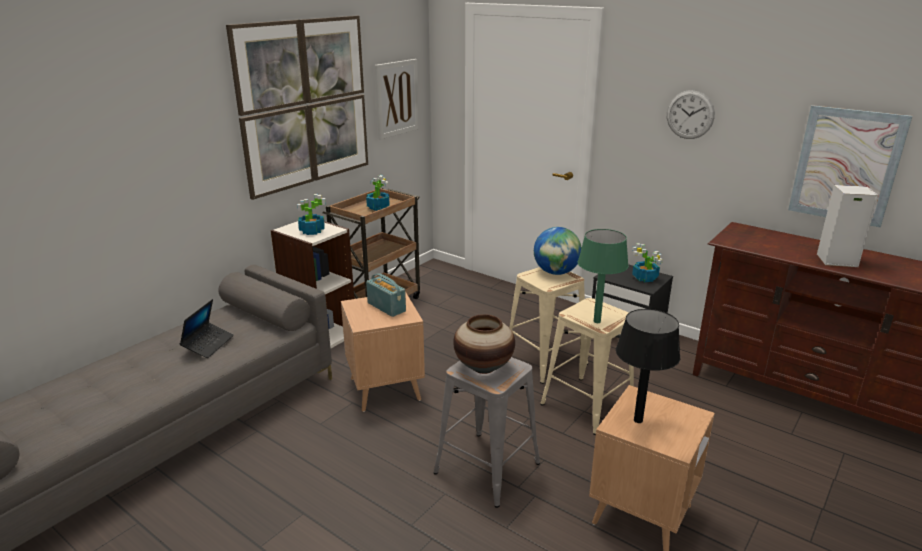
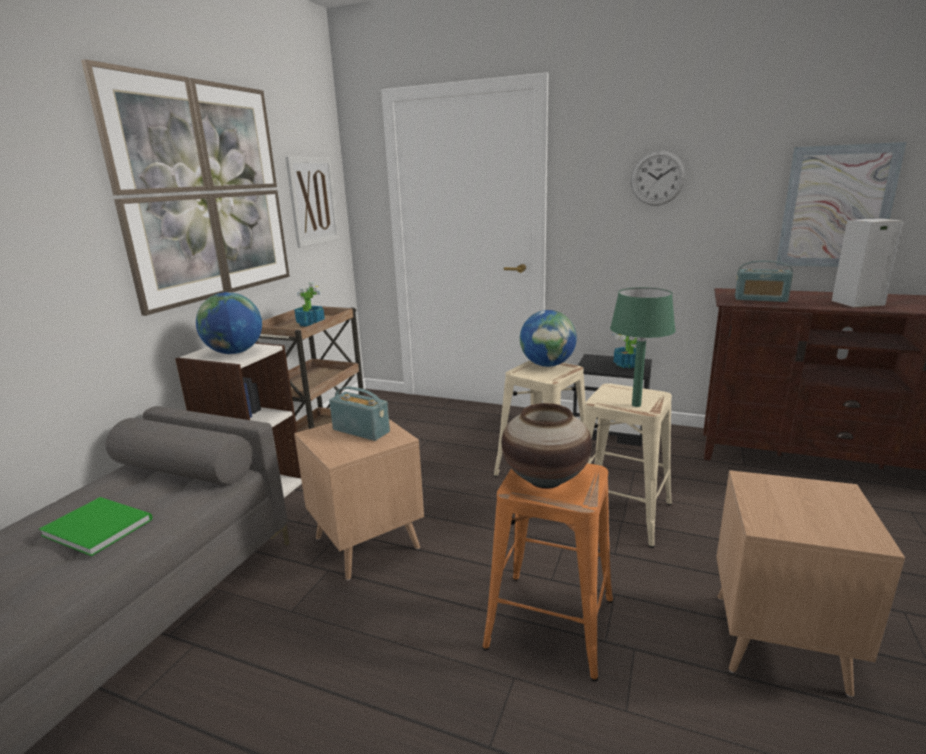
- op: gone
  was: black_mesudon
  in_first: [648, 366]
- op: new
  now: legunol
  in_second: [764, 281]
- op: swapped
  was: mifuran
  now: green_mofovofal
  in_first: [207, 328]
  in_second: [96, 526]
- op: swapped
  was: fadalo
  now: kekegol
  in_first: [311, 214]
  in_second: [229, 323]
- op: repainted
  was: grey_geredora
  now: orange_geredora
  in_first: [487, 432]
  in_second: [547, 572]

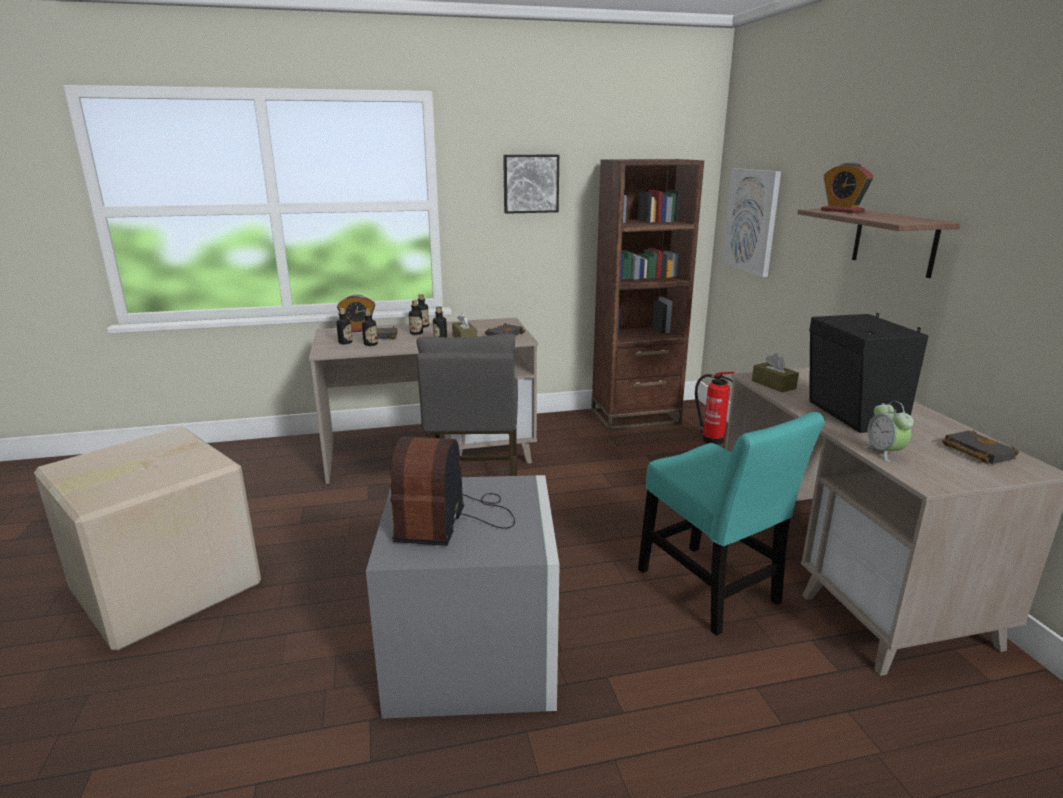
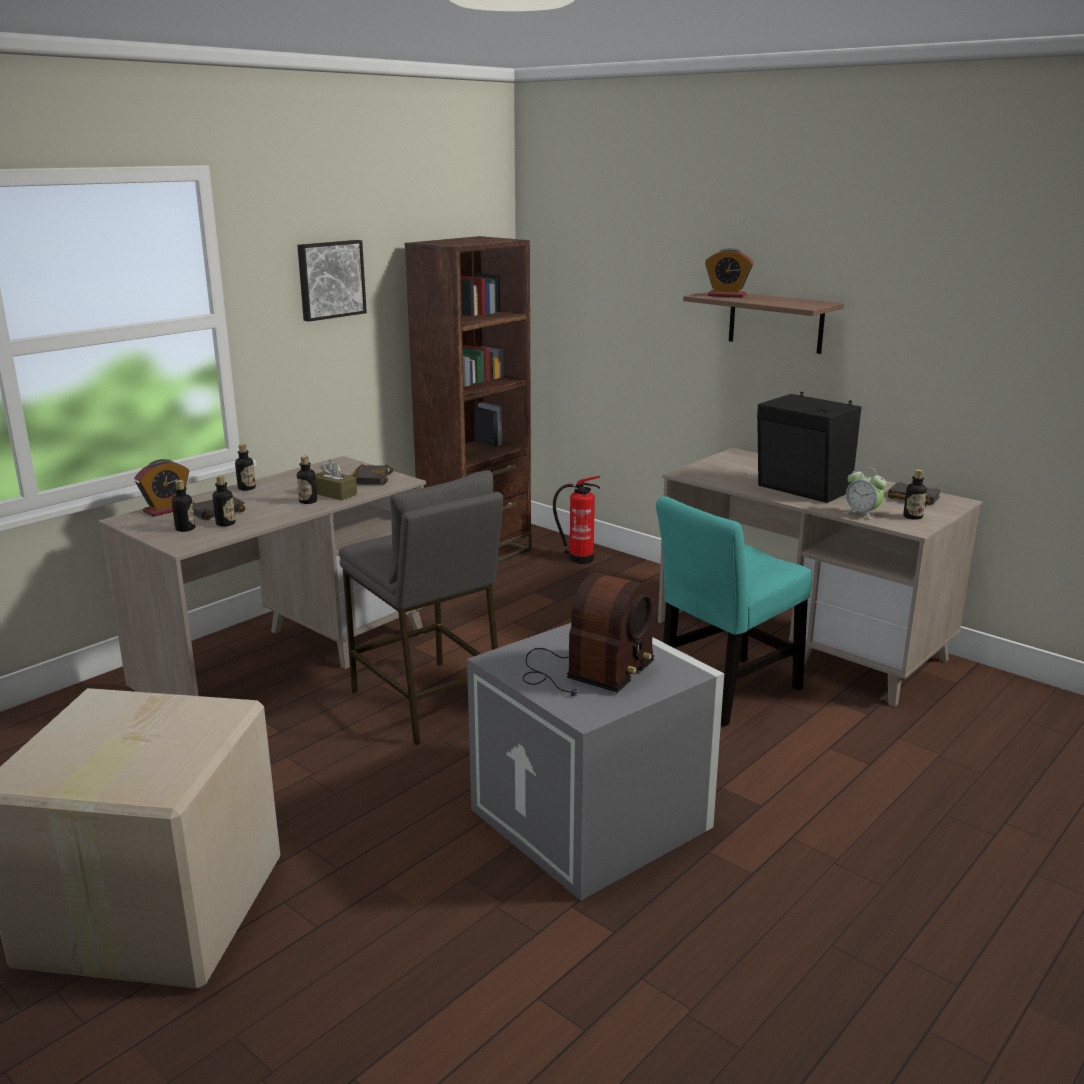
- op: gone
  was: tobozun
  in_first: [751, 222]
- op: gone
  was: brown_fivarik
  in_first: [775, 372]
- op: shifted
  was: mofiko
  in_first: [416, 317]
  in_second: [915, 494]
- op: rotated
  was: legunol
  in_first: [452, 491]
  in_second: [588, 635]
  clockwise: -120
- op: rotated
  was: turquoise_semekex
  in_first: [731, 524]
  in_second: [734, 611]
  clockwise: 120

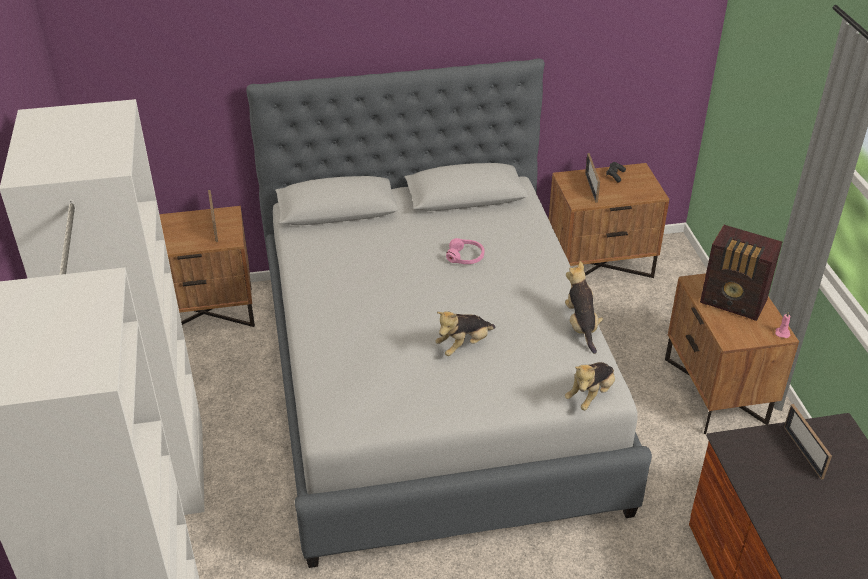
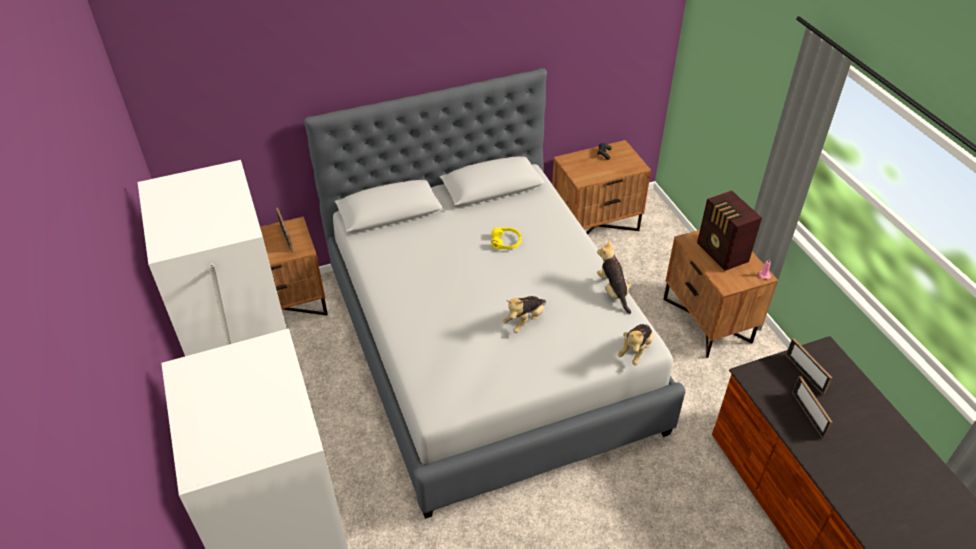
- op: shifted
  was: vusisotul
  in_first: [592, 178]
  in_second: [812, 407]
- op: repainted
  was: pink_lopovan
  now: yellow_lopovan
  in_first: [465, 251]
  in_second: [506, 238]
- op: rotated
  was: legunol
  in_first: [741, 273]
  in_second: [729, 230]
  clockwise: 45

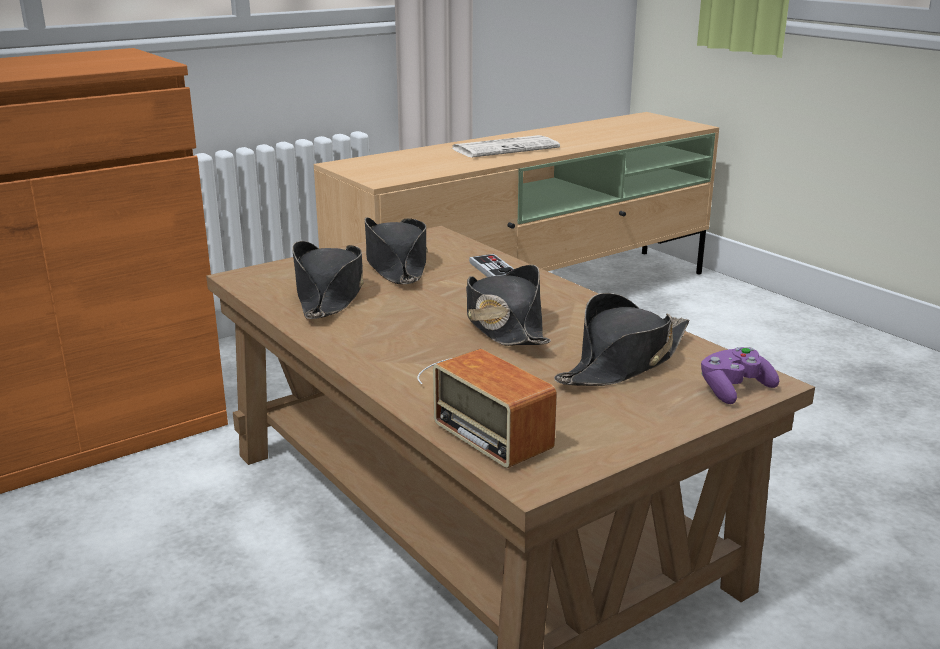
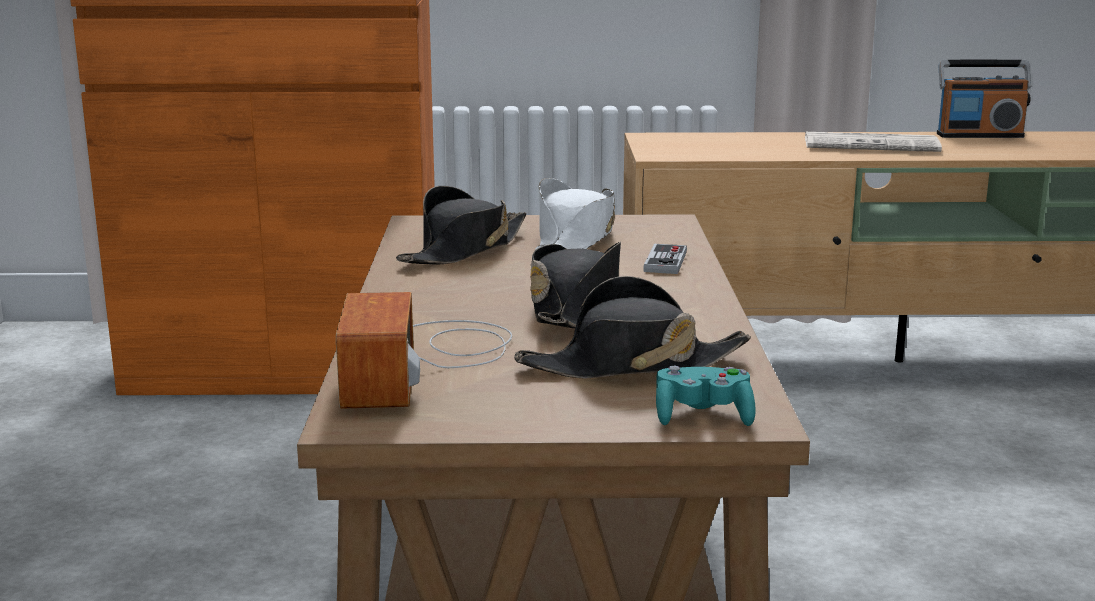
- op: new
  now: legunol
  in_second: [984, 99]
- op: repainted
  was: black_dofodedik
  now: white_dofodedik
  in_first: [396, 250]
  in_second: [575, 214]
- op: repainted
  was: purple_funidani
  now: turquoise_funidani
  in_first: [740, 375]
  in_second: [706, 396]

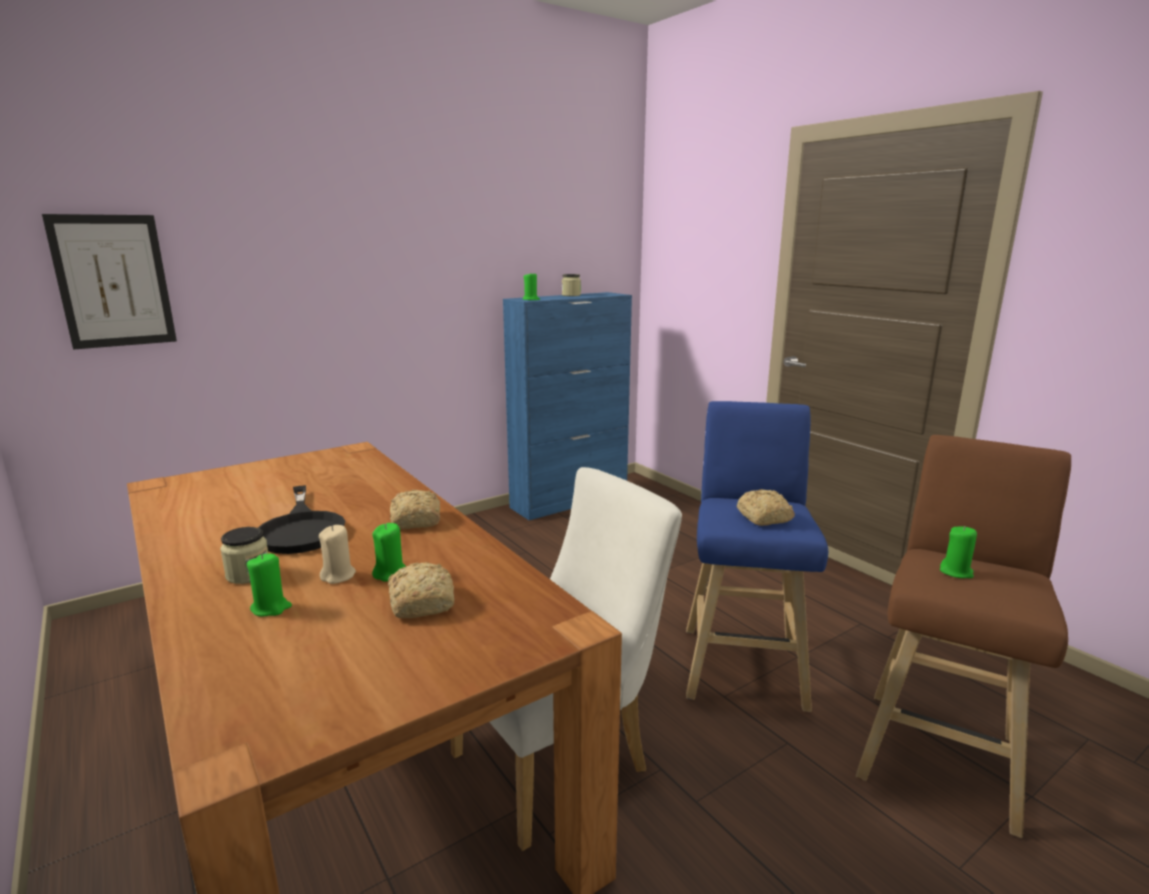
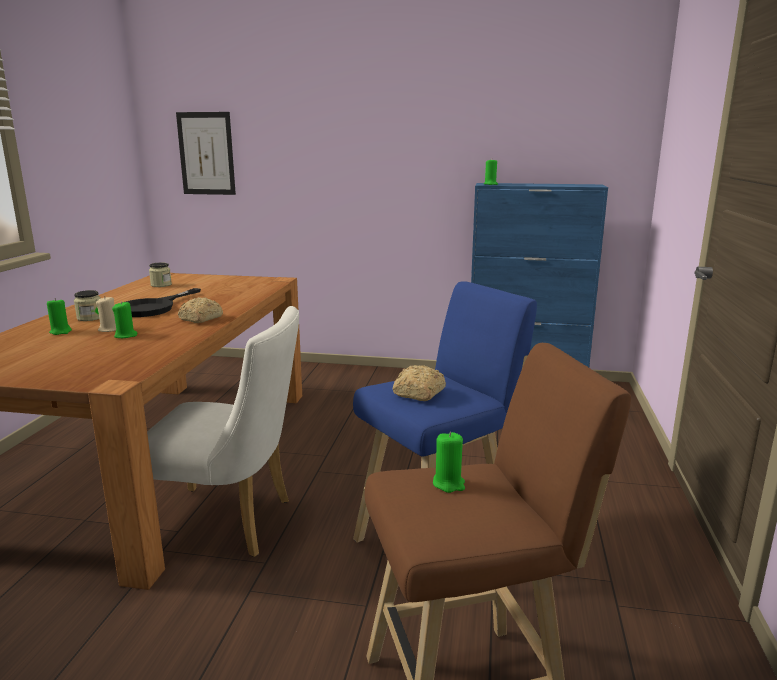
- op: gone
  was: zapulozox
  in_first: [421, 590]
- op: shifted
  was: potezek
  in_first: [571, 285]
  in_second: [160, 275]

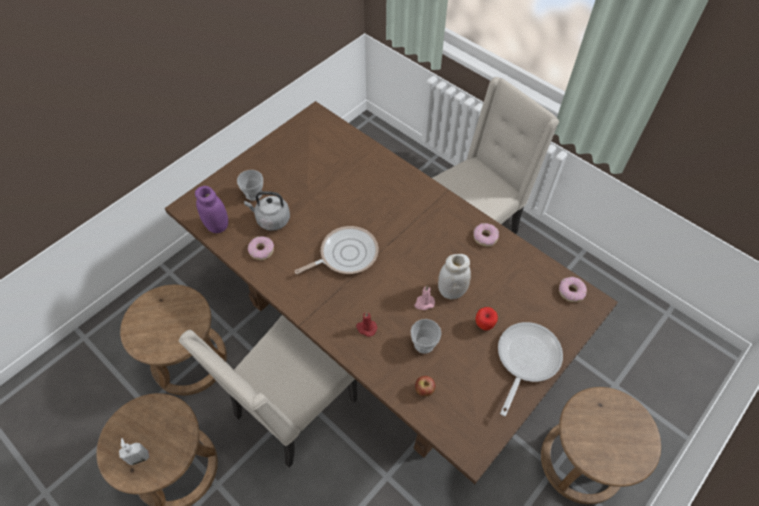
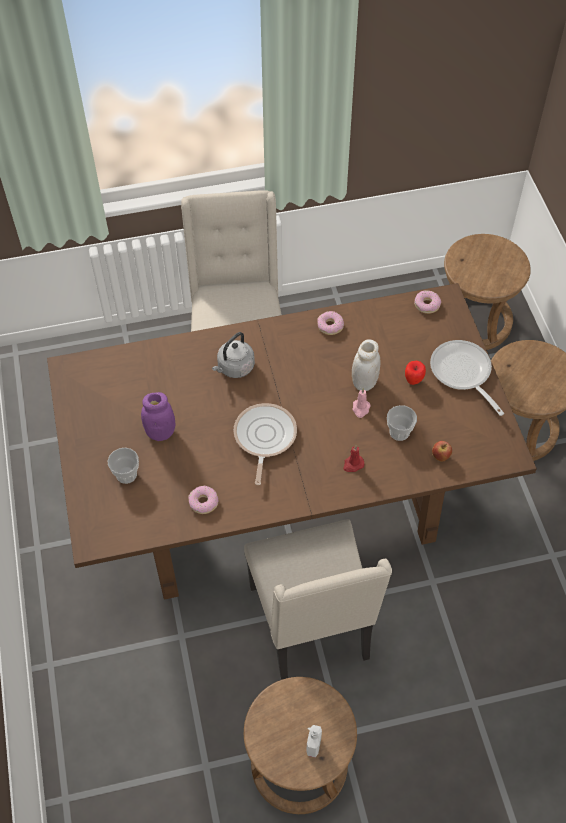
- op: shifted
  was: brown_geredora
  in_first: [173, 340]
  in_second: [487, 292]
- op: shifted
  was: purple_potezek
  in_first: [211, 209]
  in_second: [158, 416]
- op: shifted
  was: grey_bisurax
  in_first: [267, 211]
  in_second: [233, 355]

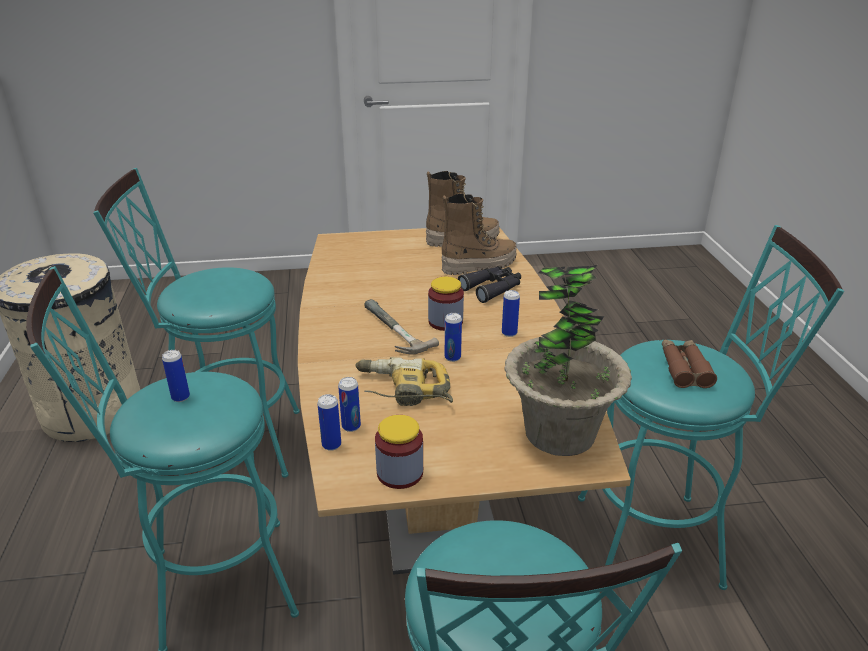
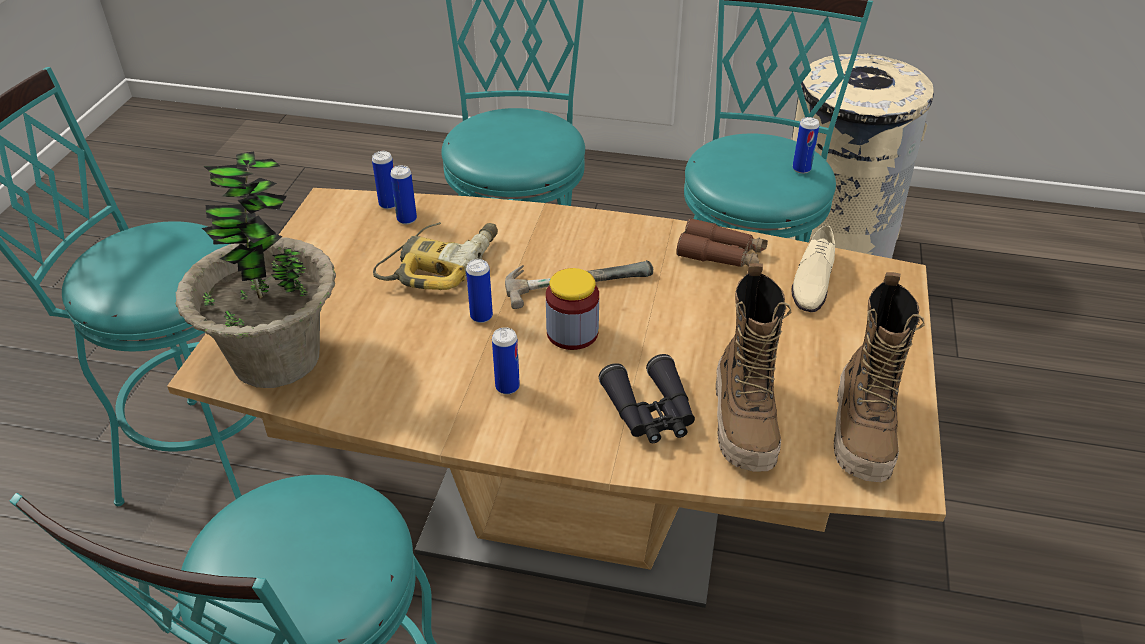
- op: gone
  was: potezek
  in_first: [399, 452]
- op: new
  now: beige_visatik
  in_second: [813, 268]
- op: shifted
  was: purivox
  in_first: [176, 376]
  in_second: [805, 145]
- op: shifted
  was: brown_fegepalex
  in_first: [689, 364]
  in_second: [722, 242]

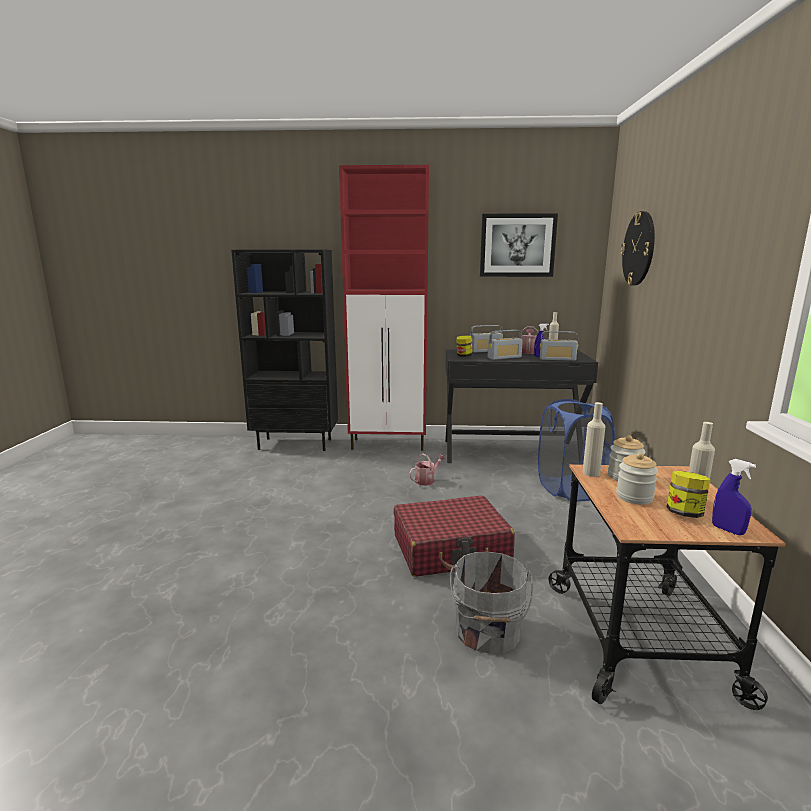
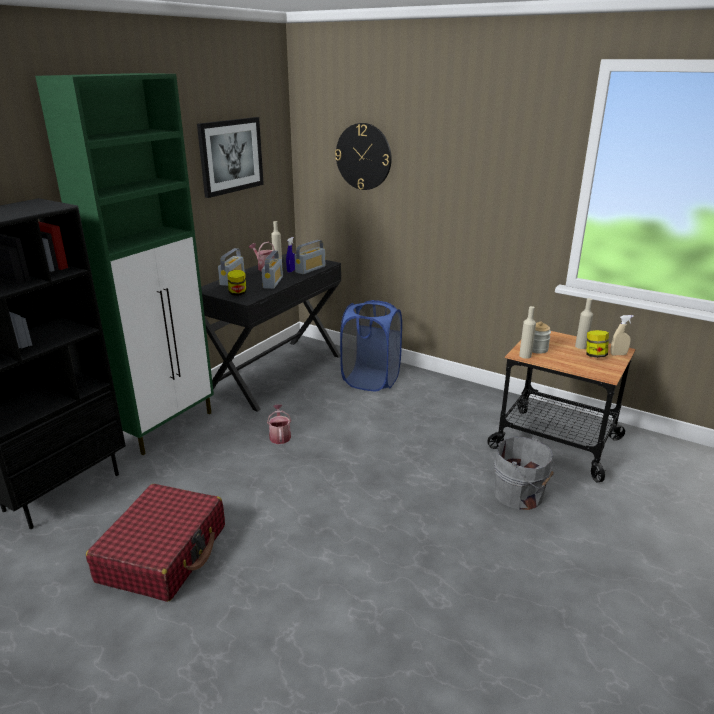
- op: gone
  was: potezek
  in_first: [637, 479]
- op: shifted
  was: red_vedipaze
  in_first: [454, 536]
  in_second: [155, 543]
- op: repainted
  was: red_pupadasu
  now: green_pupadasu
  in_first: [384, 308]
  in_second: [124, 264]
- op: repainted
  was: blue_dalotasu
  now: beige_dalotasu
  in_first: [734, 497]
  in_second: [622, 335]

